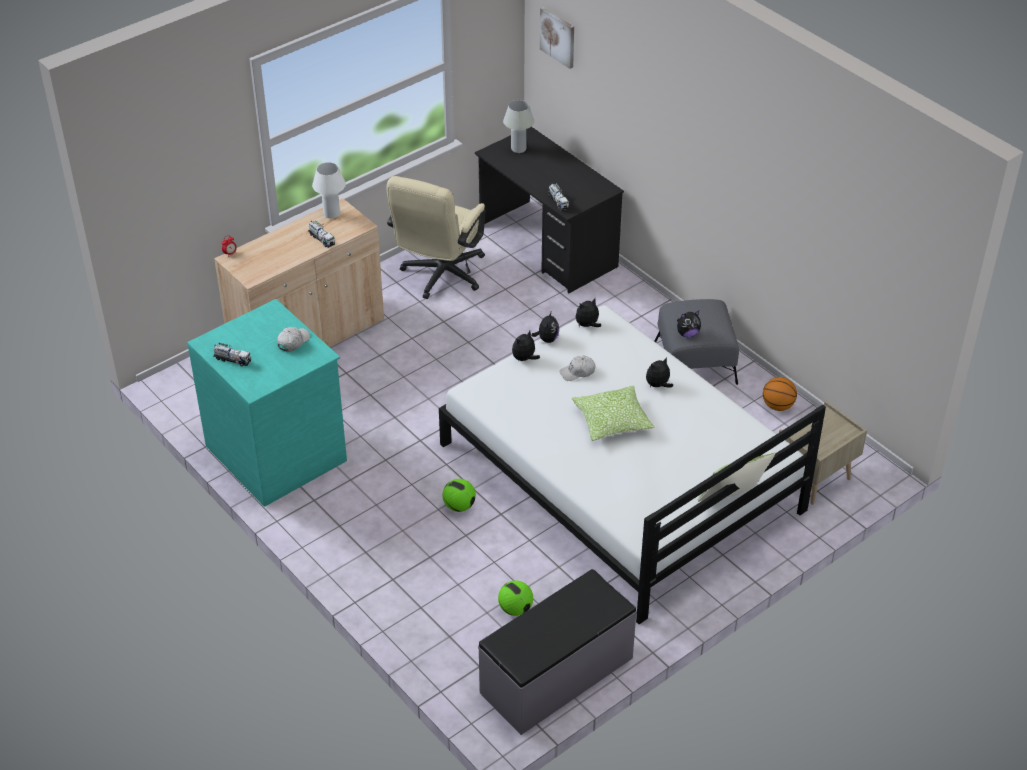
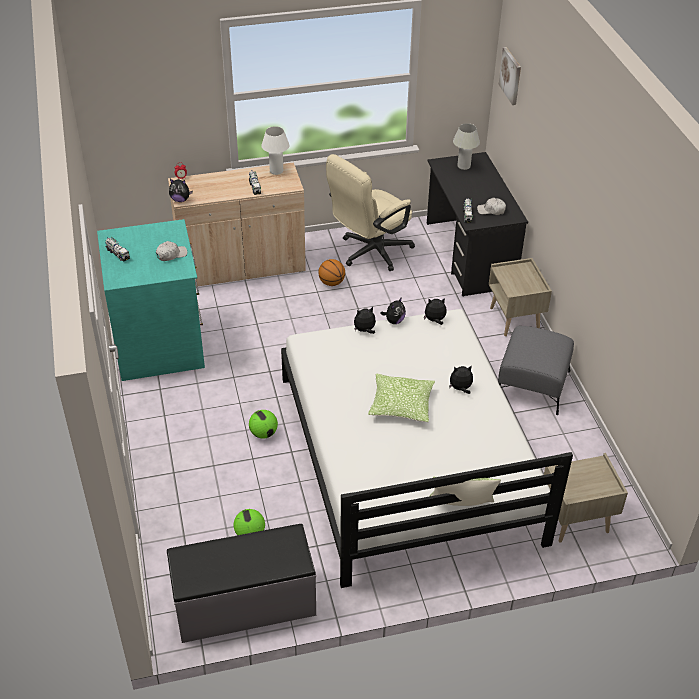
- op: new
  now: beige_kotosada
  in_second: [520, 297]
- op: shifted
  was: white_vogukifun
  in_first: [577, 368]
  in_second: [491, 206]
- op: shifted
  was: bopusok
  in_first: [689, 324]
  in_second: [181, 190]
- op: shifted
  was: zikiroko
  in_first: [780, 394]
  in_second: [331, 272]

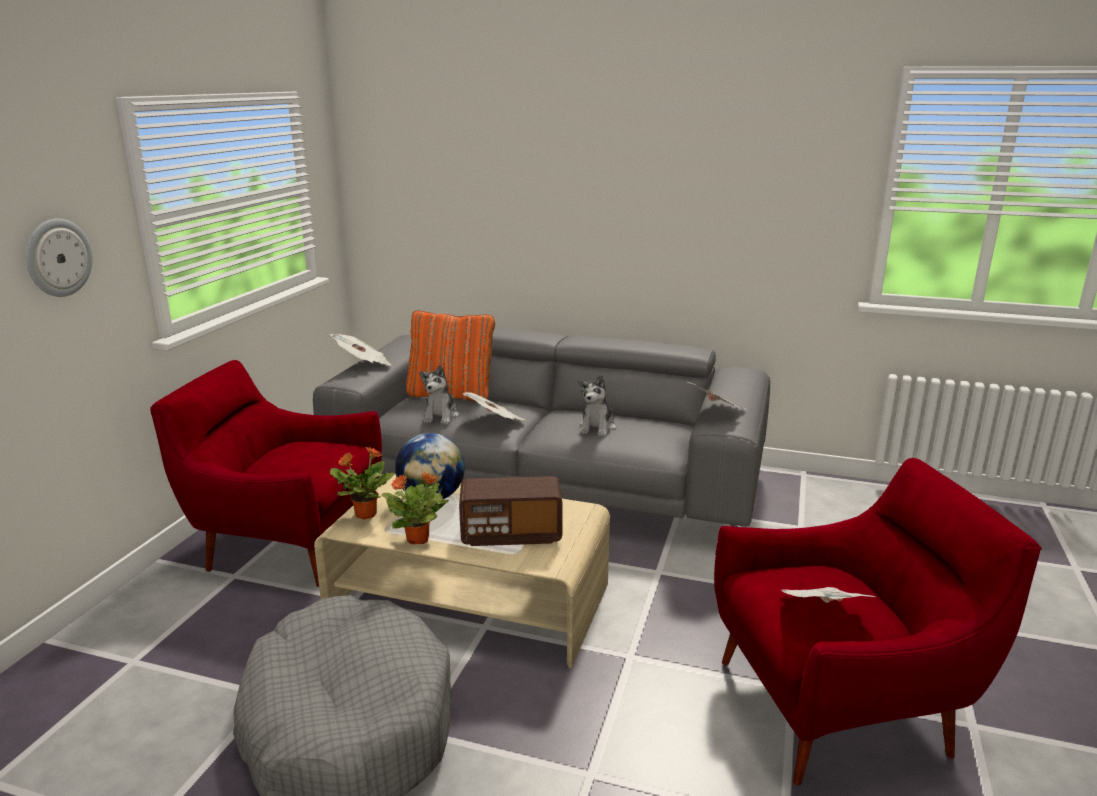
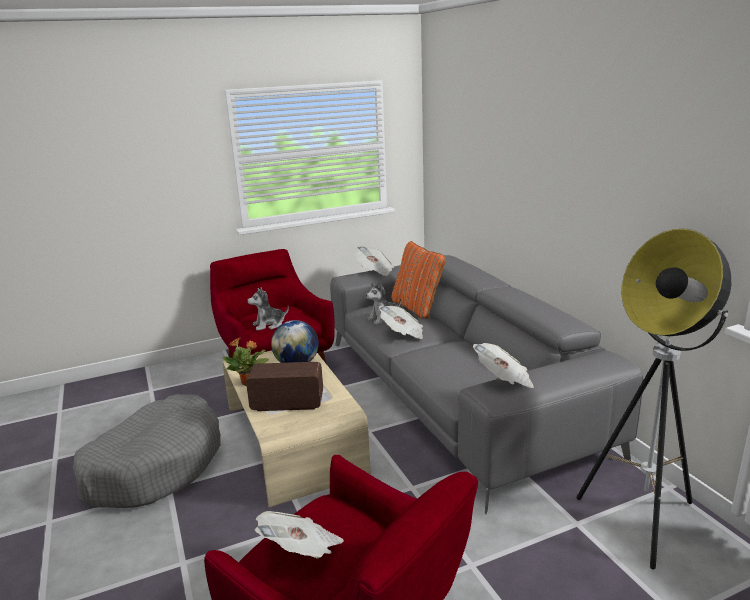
- op: gone
  was: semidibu
  in_first: [59, 258]
- op: gone
  was: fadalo
  in_first: [362, 483]
- op: new
  now: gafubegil
  in_second: [653, 399]
- op: shifted
  was: bopusok
  in_first: [597, 406]
  in_second: [268, 309]
- op: rotated
  was: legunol
  in_first: [511, 511]
  in_second: [284, 386]
  clockwise: 135

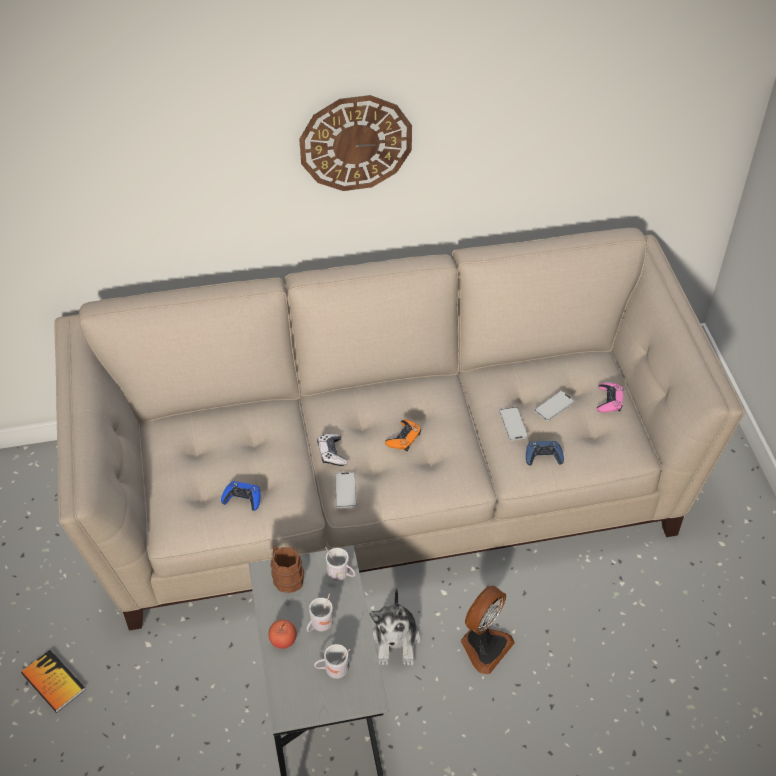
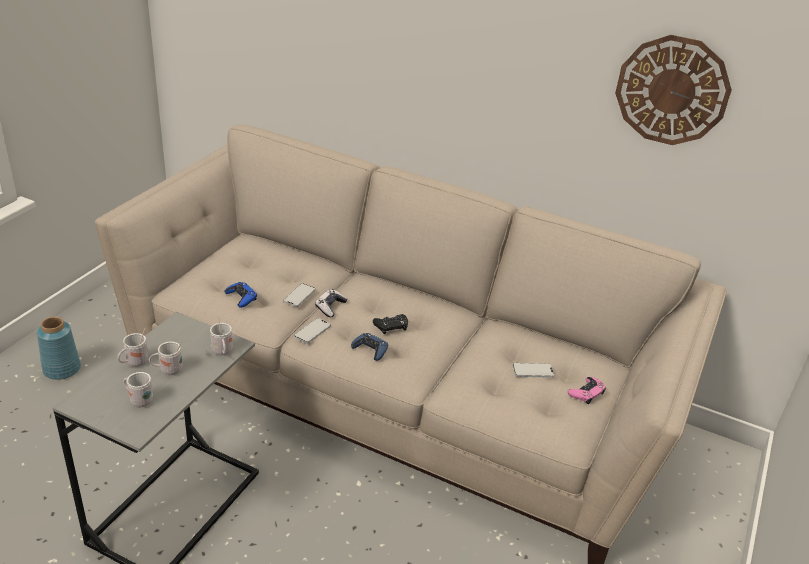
- op: gone
  was: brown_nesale
  in_first: [287, 569]
- op: gone
  was: bopusok
  in_first: [395, 627]
- op: gone
  was: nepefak
  in_first: [488, 630]
- op: shifted
  was: semidibu
  in_first: [355, 143]
  in_second: [673, 90]
- op: shifted
  was: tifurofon
  in_first: [513, 424]
  in_second: [299, 295]
- op: shifted
  was: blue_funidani
  in_first: [545, 453]
  in_second: [369, 347]
- op: swapped
  was: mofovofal
  now: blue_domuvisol
  in_first: [53, 681]
  in_second: [59, 348]
- op: swapped
  was: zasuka
  now: white_nesale
  in_first: [283, 634]
  in_second: [132, 347]
- op: repainted
  was: orange_funidani
  now: black_funidani
  in_first: [403, 435]
  in_second: [390, 324]

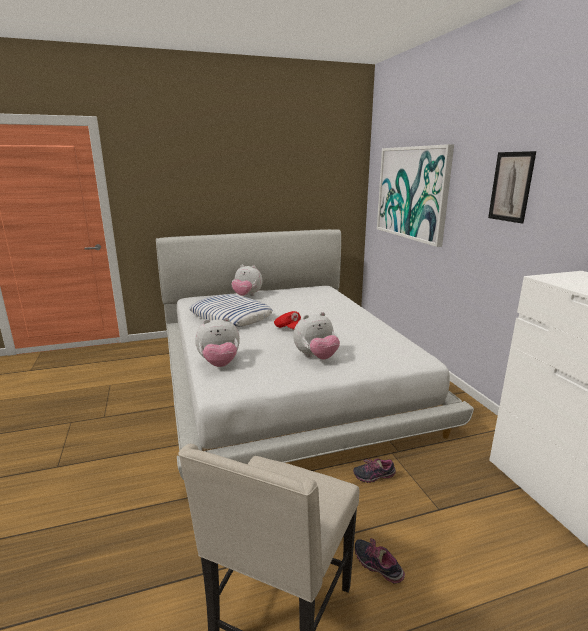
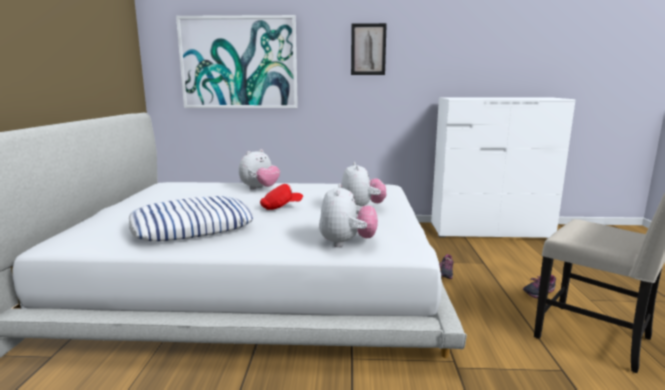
- op: shifted
  was: bopusok
  in_first: [246, 280]
  in_second: [259, 169]

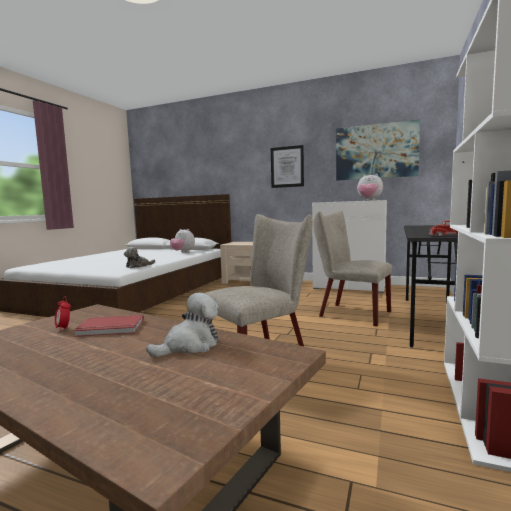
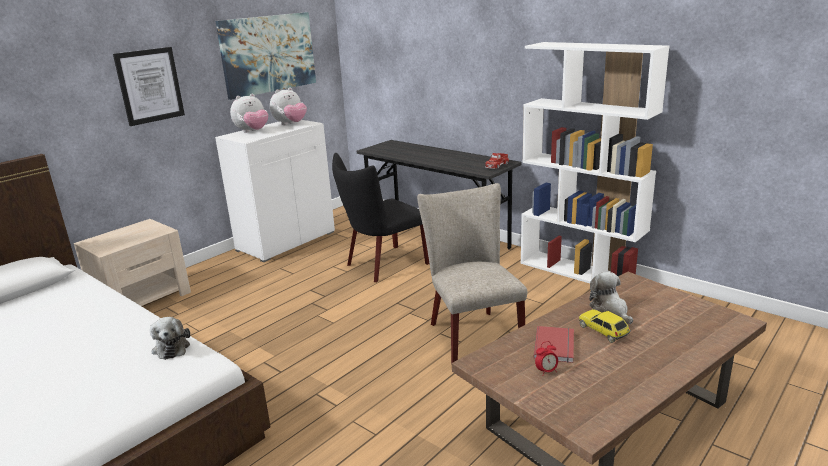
- op: new
  now: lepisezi
  in_second: [605, 326]
- op: shifted
  was: bopusok
  in_first: [182, 240]
  in_second: [249, 113]
- op: repainted
  was: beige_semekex
  now: black_semekex
  in_first: [352, 268]
  in_second: [381, 217]

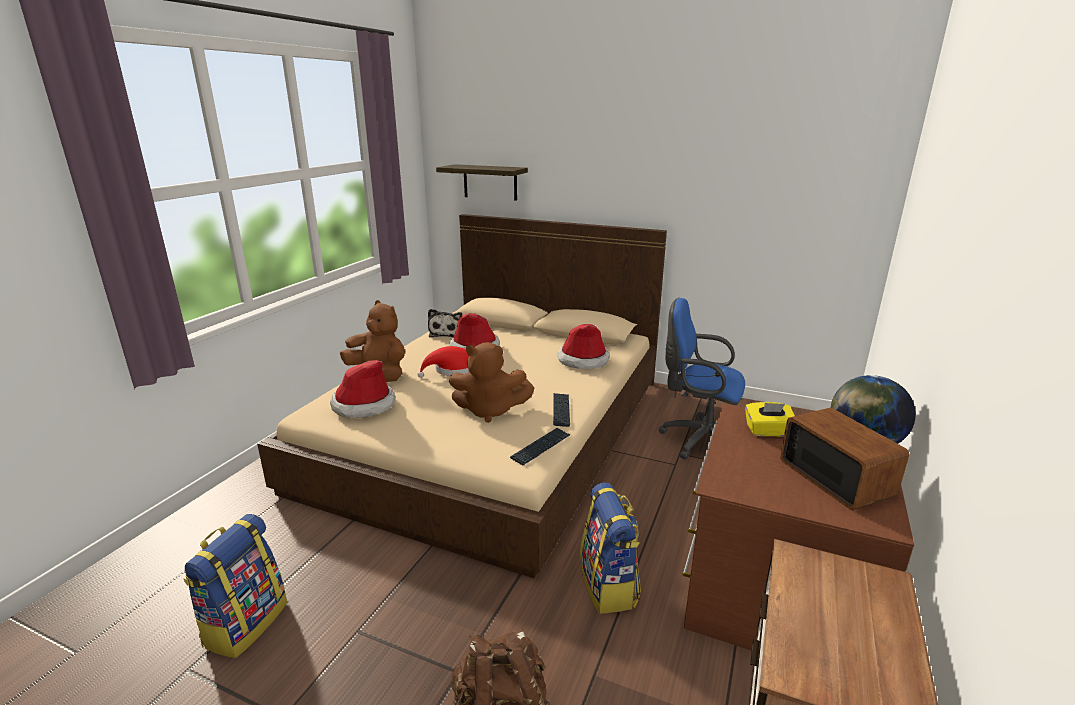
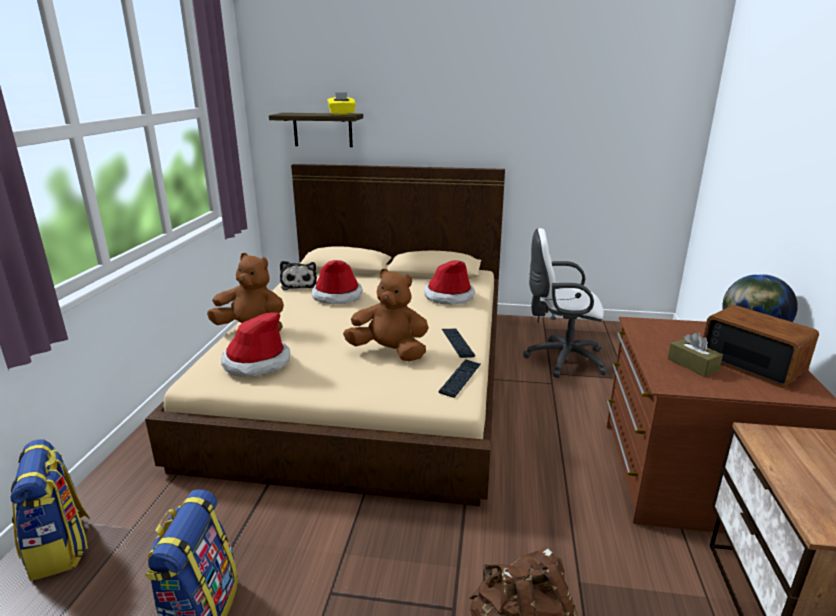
- op: gone
  was: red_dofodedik
  in_first: [443, 362]
- op: new
  now: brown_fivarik
  in_second: [695, 354]
- op: shifted
  was: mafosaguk
  in_first: [610, 548]
  in_second: [50, 510]
- op: shifted
  was: yellow_fivarik
  in_first: [770, 419]
  in_second: [341, 103]
- op: repainted
  was: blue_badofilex
  now: white_badofilex
  in_first: [702, 379]
  in_second: [565, 303]
- op: rotated
  was: brown_bopusok
  in_first: [491, 382]
  in_second: [386, 314]
  clockwise: -150

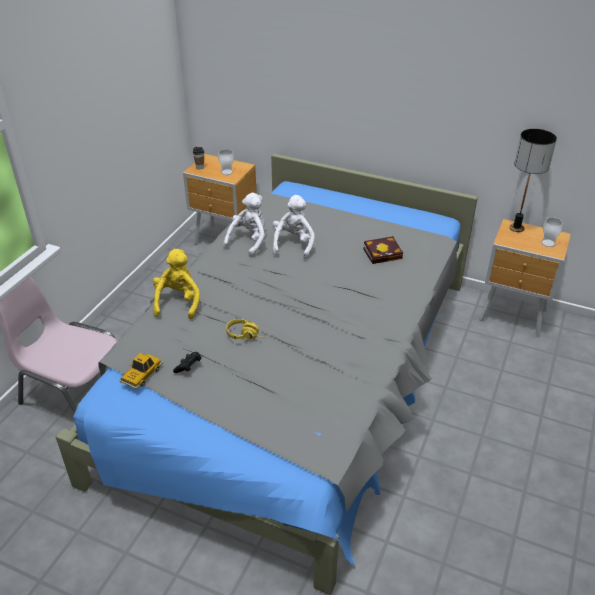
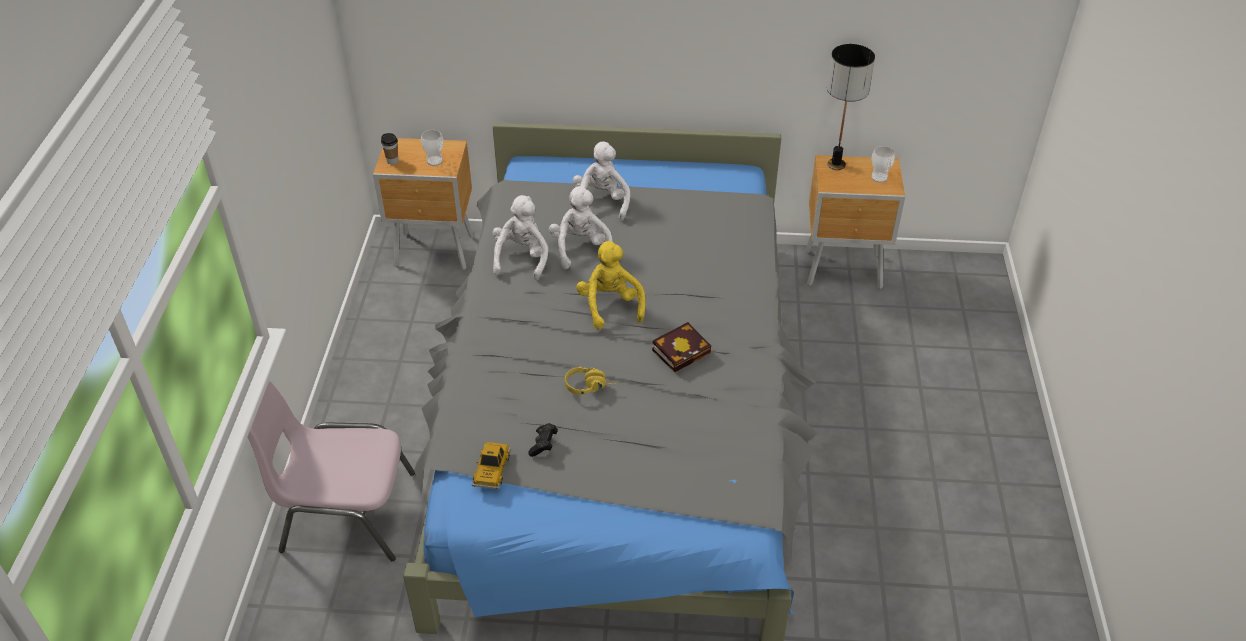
- op: new
  now: white_bopusok
  in_second: [601, 181]
- op: shifted
  was: yellow_bopusok
  in_first: [176, 284]
  in_second: [611, 285]
- op: shifted
  was: mofovofal
  in_first: [383, 250]
  in_second: [681, 347]

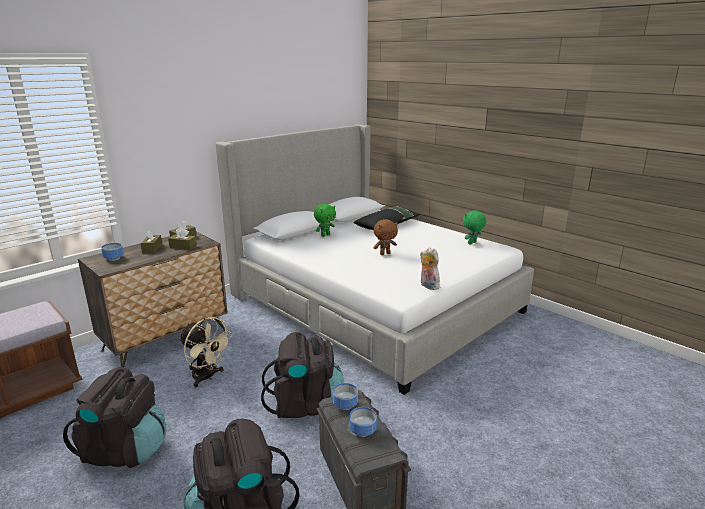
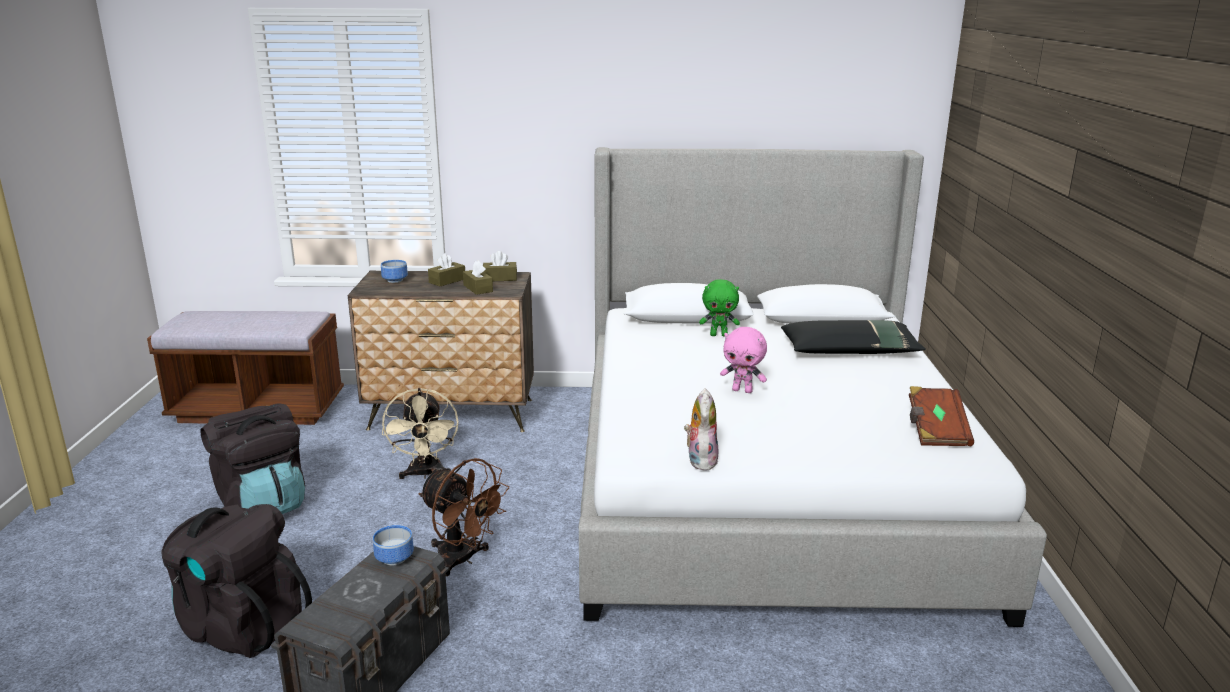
- op: gone
  was: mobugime
  in_first: [363, 422]
- op: swapped
  was: black_mafosaguk
  now: brown_nepefak
  in_first: [302, 375]
  in_second: [464, 517]
- op: swapped
  was: green_bopusok
  now: brown_mofovofal
  in_first: [475, 227]
  in_second: [941, 416]
- op: repainted
  was: brown_bopusok
  now: pink_bopusok
  in_first: [385, 237]
  in_second: [743, 360]

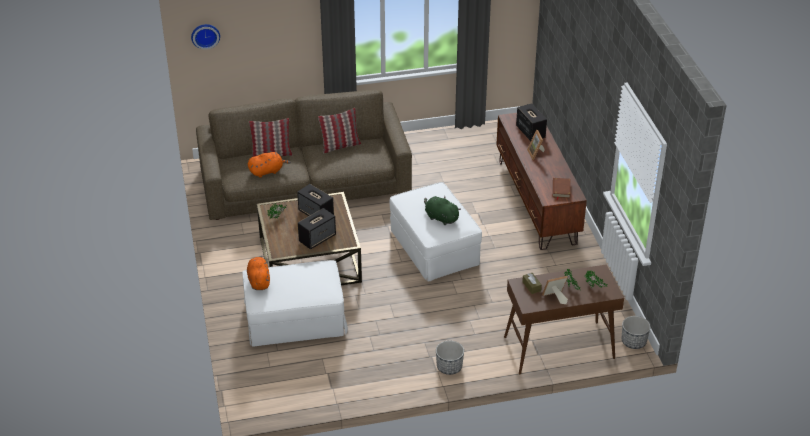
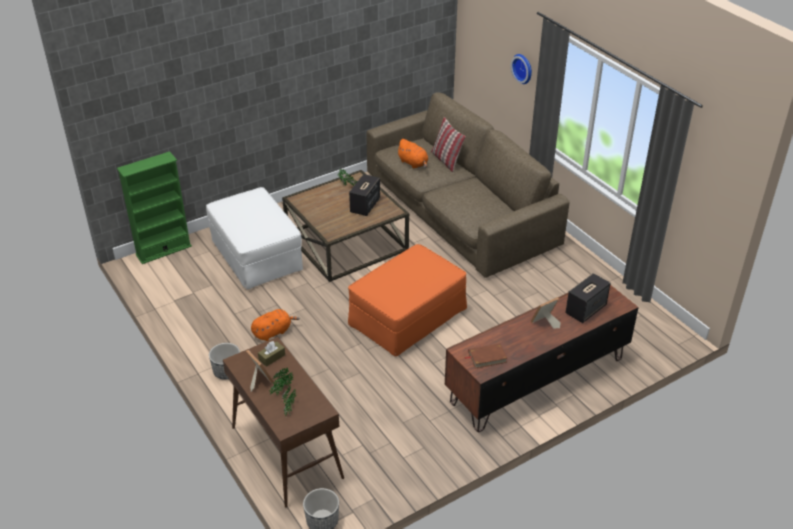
- op: gone
  was: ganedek
  in_first: [317, 228]
- op: gone
  was: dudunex
  in_first: [339, 130]
- op: gone
  was: green_bopusok
  in_first: [442, 210]
- op: new
  now: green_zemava
  in_second: [154, 207]
- op: shifted
  was: semidibu
  in_first: [205, 37]
  in_second: [521, 69]
- op: shifted
  was: orange_bopusok
  in_first: [258, 273]
  in_second: [275, 325]
- op: repainted
  was: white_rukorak
  now: orange_rukorak
  in_first: [436, 232]
  in_second: [407, 300]

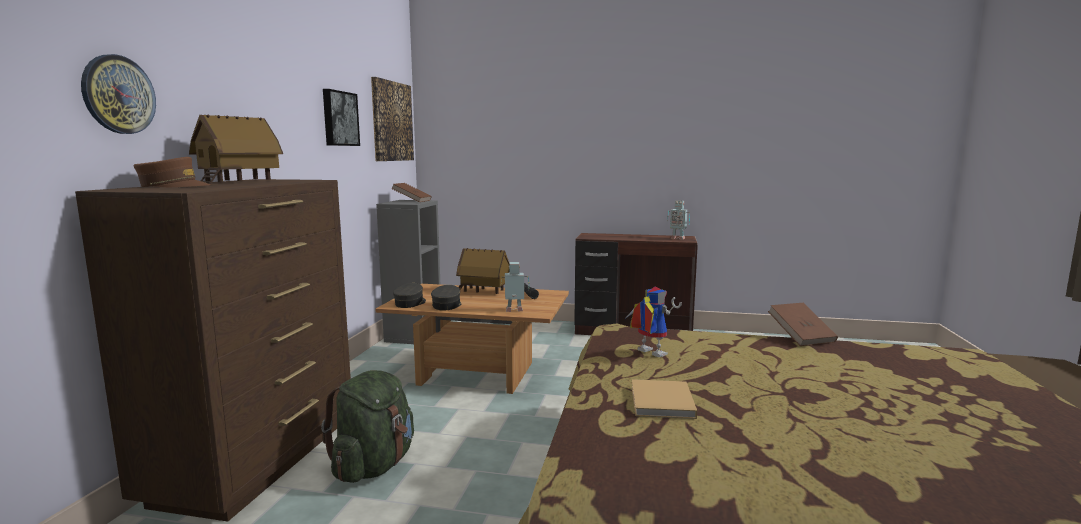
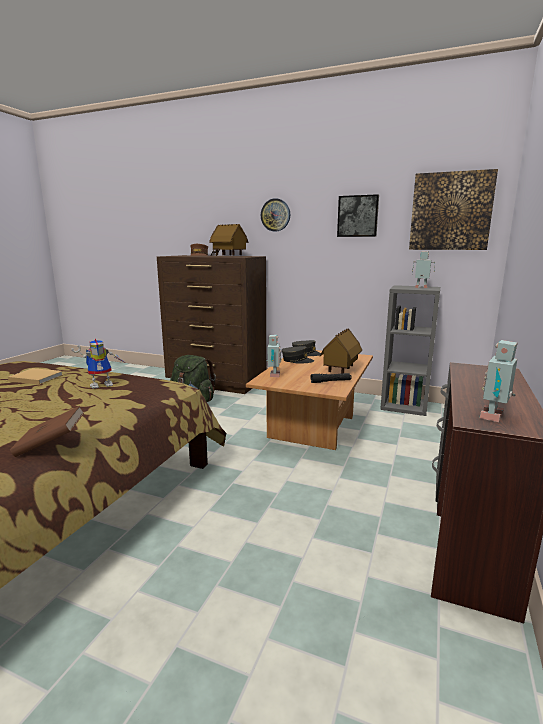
- op: shifted
  was: semidibu
  in_first: [118, 94]
  in_second: [275, 215]
- op: swapped
  was: brown_mofovofal
  now: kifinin
  in_first: [411, 192]
  in_second: [423, 269]

